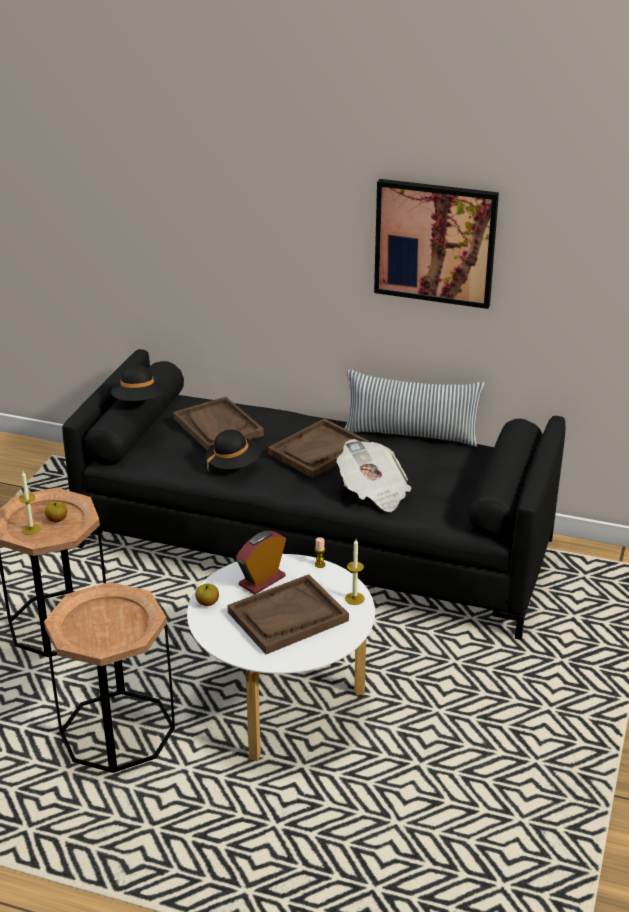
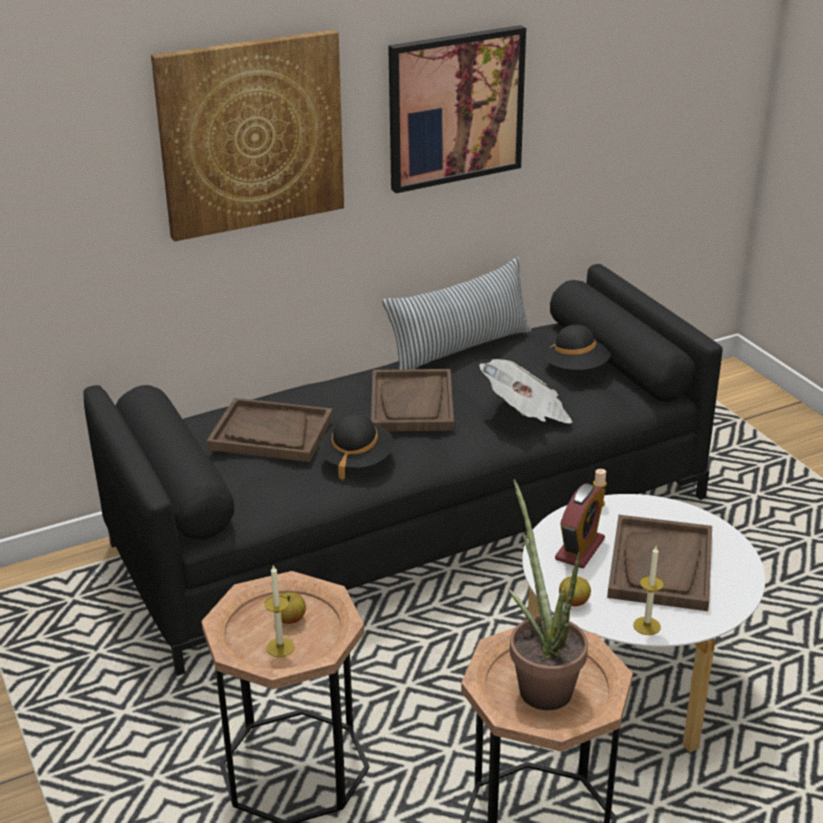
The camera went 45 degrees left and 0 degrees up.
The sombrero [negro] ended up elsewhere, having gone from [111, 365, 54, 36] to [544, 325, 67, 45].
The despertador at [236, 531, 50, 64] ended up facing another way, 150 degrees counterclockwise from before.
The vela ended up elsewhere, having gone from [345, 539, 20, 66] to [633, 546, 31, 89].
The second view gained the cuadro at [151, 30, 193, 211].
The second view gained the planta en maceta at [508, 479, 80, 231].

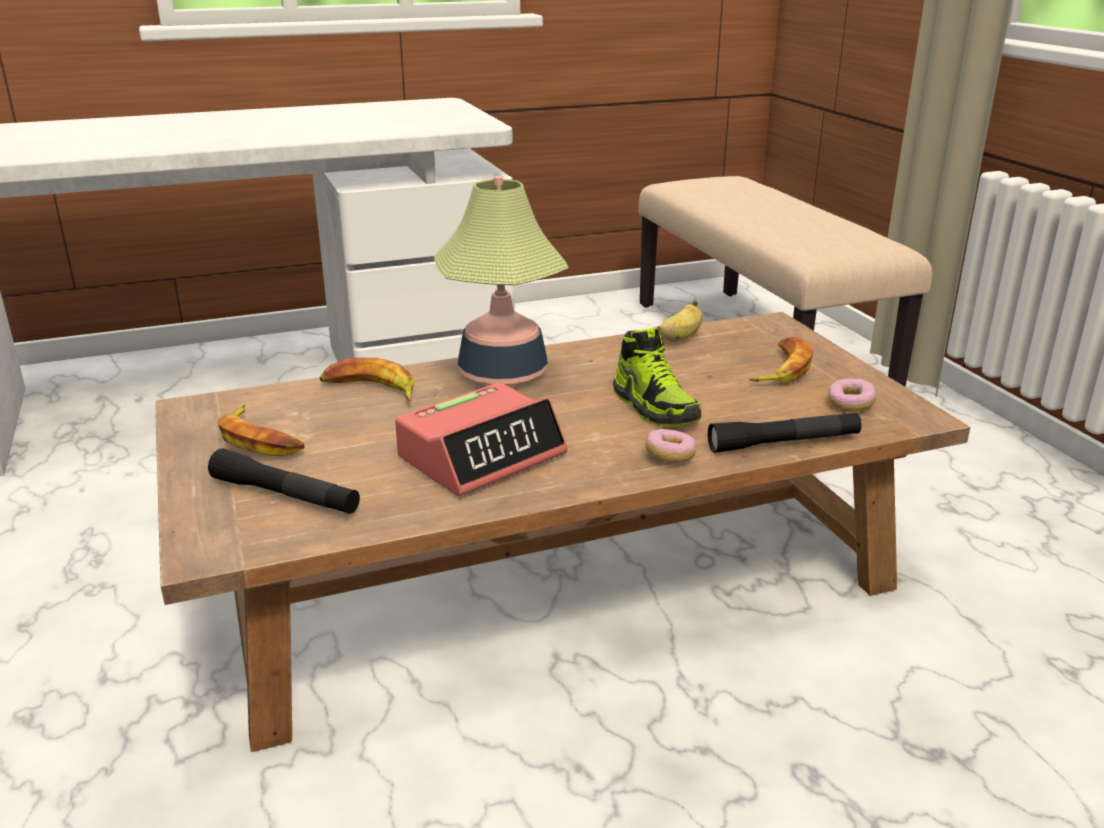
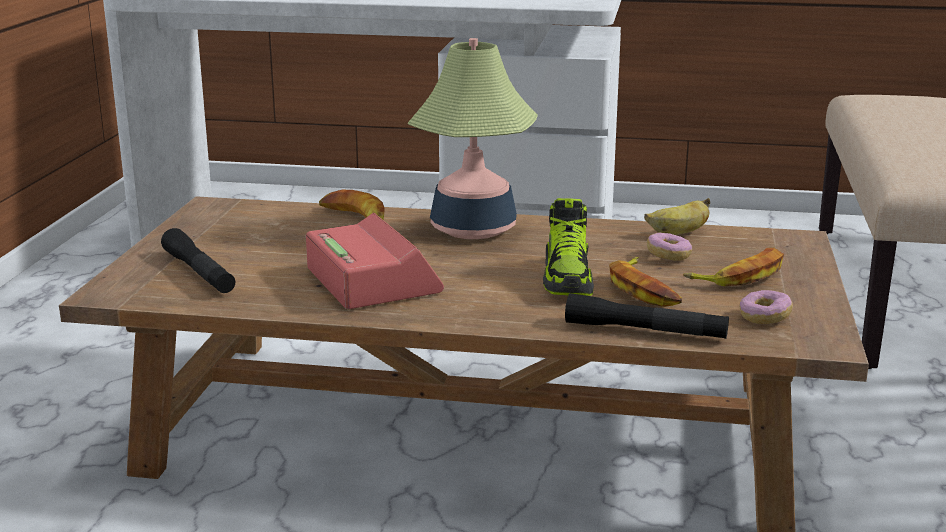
The camera went 30 degrees right and 5 degrees down.
The despertador at [395, 382, 173, 114] ended up facing another way, 105 degrees counterclockwise from before.
The plátano ended up elsewhere, having gone from [217, 405, 87, 51] to [609, 257, 73, 50].
The rosquilla ended up elsewhere, having gone from [645, 429, 52, 33] to [647, 233, 45, 28].

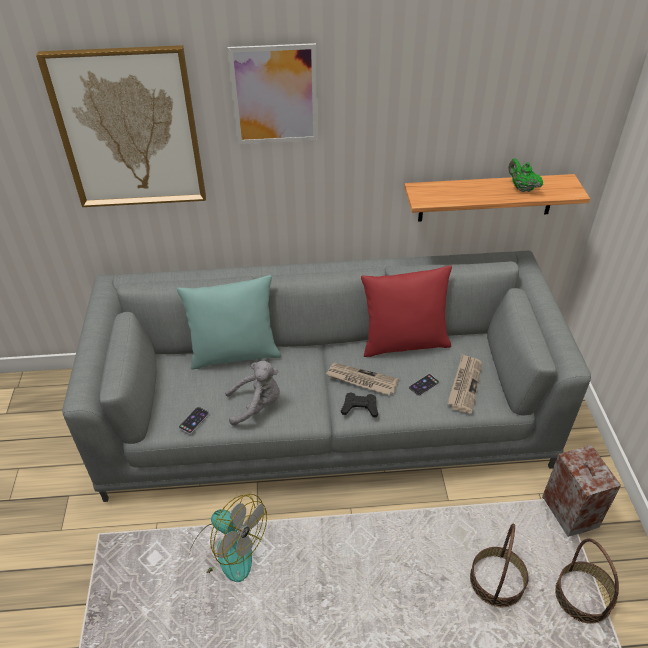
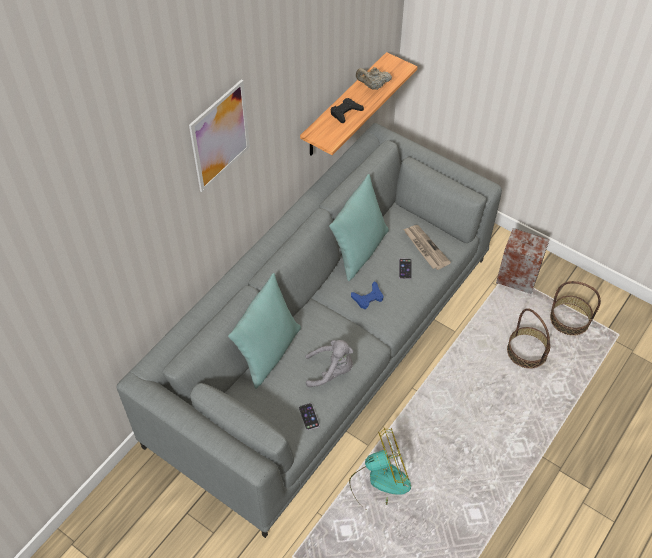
The camera went 50 degrees left and 10 degrees up.
The second view lost the cuadro at [36, 45, 170, 162].
What was the tetera [verde] at [508, 158, 35, 34] turned into the tetera [beis] at [356, 67, 36, 23].
What was the cojín [rojo] at [361, 265, 91, 92] turned into the cojín [turquesa] at [329, 174, 60, 107].
The peluche [gris] at [225, 361, 55, 65] ended up facing another way, 60 degrees clockwise from before.
Where the periódico stood at [326, 363, 73, 32], the mando de consola [azul] came to stand at [351, 281, 33, 28].
The mando de consola [negro] ended up elsewhere, having gone from [341, 392, 37, 26] to [331, 98, 33, 25].

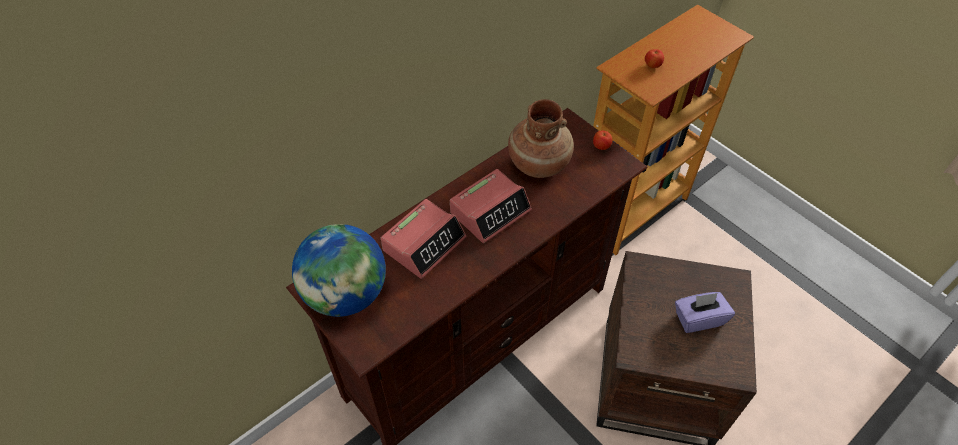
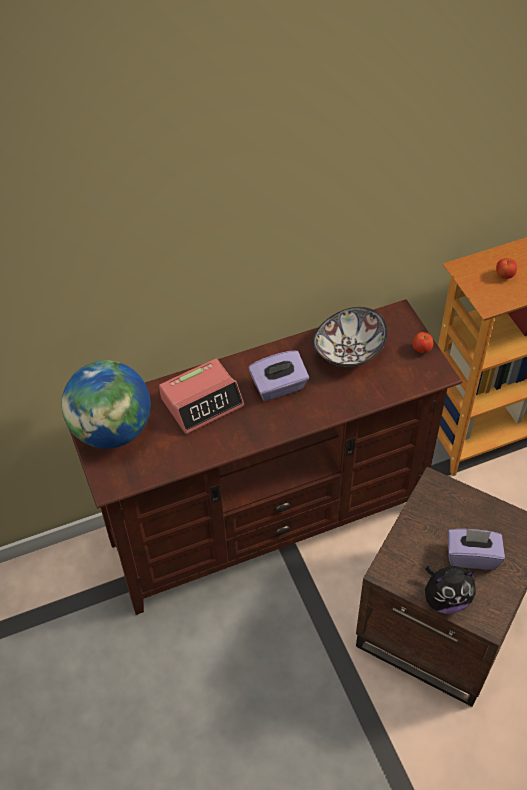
The camera went 20 degrees right and 0 degrees up.
Where the florero [marrón] stood at [508, 99, 66, 79], the cuenco came to stand at [313, 307, 75, 60].
Where the despertador stood at [450, 169, 82, 74], the caja de pañuelos [morado] came to stand at [248, 350, 61, 51].
The second view gained the peluche at [425, 566, 50, 48].

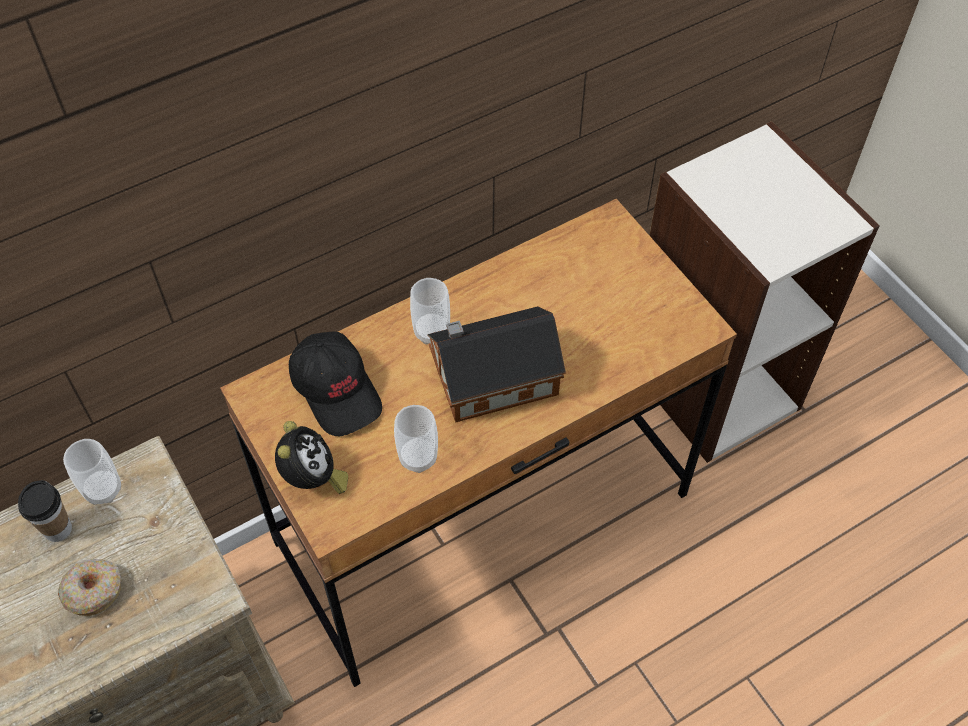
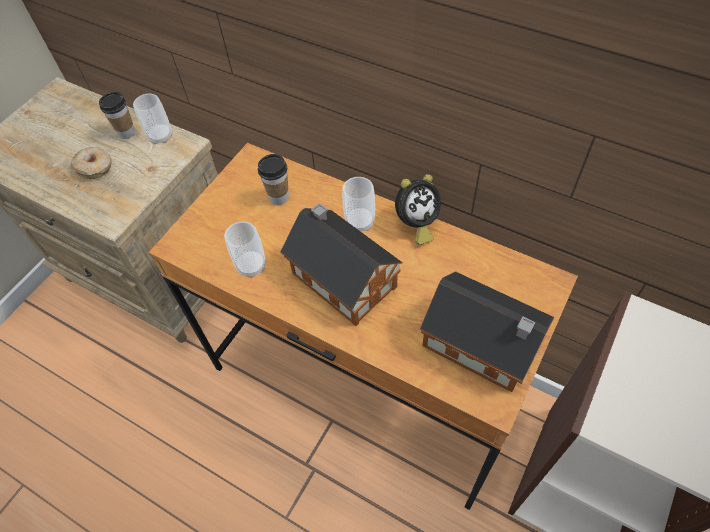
The camera went 65 degrees right and 0 degrees up.
Where the gorra [negro] stood at [289, 332, 93, 104], the taza came to stand at [258, 154, 31, 51].
The despertador ended up elsewhere, having gone from [275, 421, 73, 73] to [395, 174, 46, 71].
The second view gained the casita at [420, 271, 134, 121].

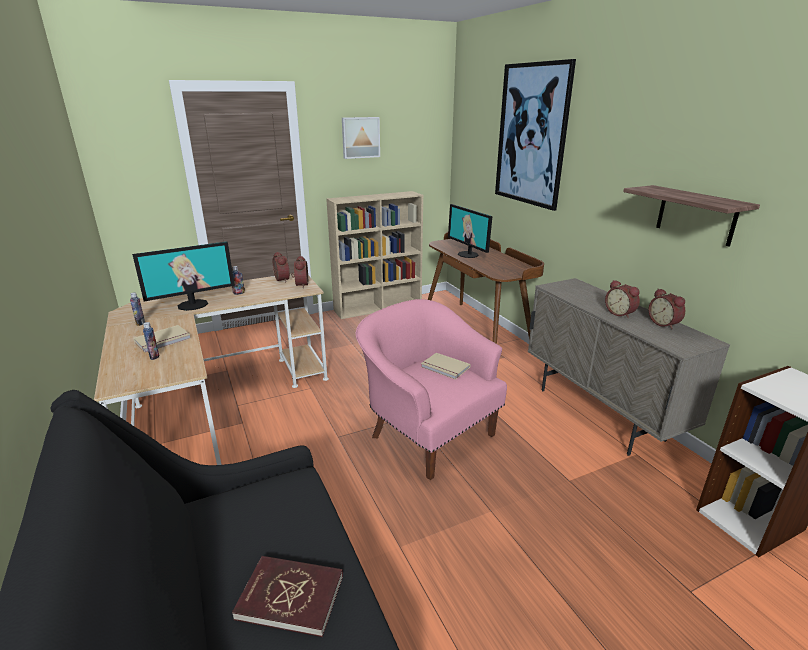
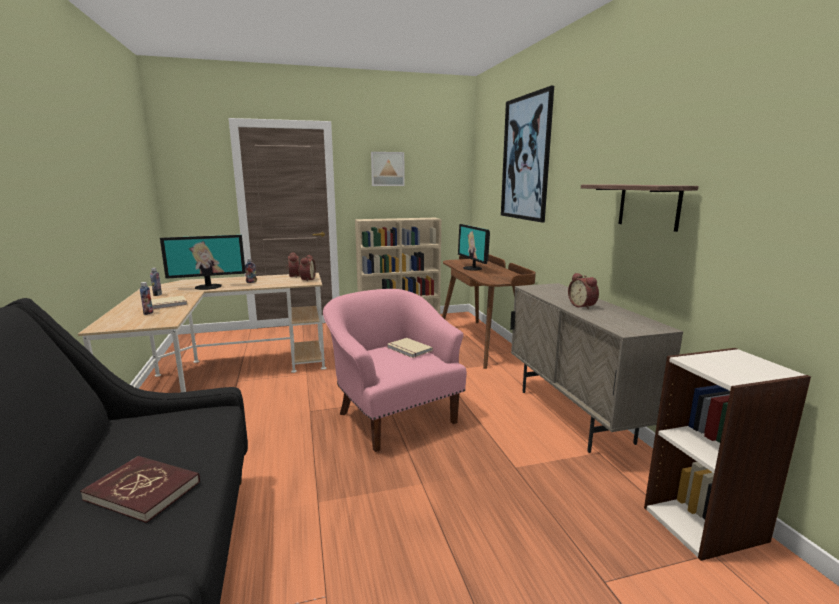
The camera went 10 degrees right and 10 degrees down.
The second view lost the despertador at [649, 288, 36, 41].

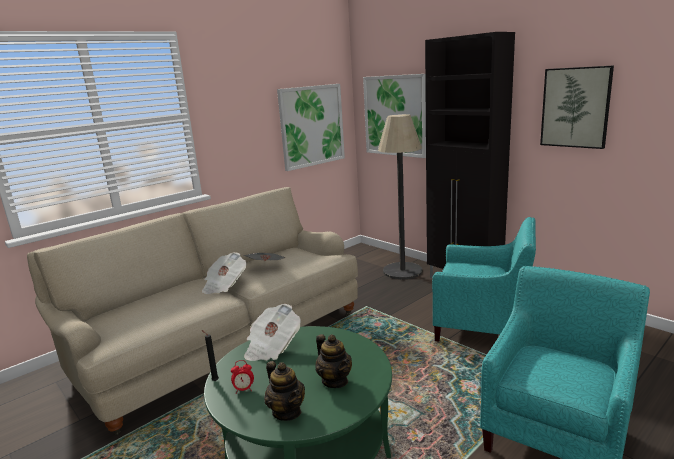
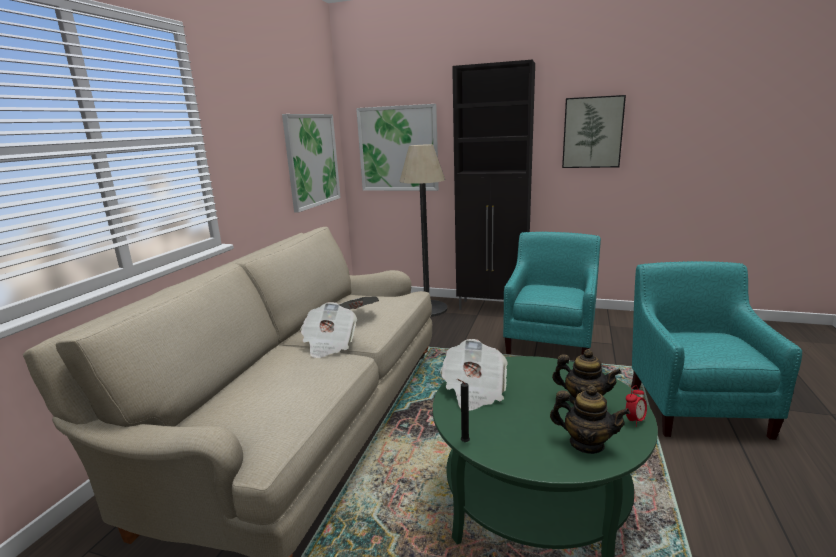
The camera went 30 degrees left and 0 degrees up.
The sillón [turquesa] at [432, 217, 104, 125] ended up facing another way, 60 degrees counterclockwise from before.
The despertador ended up elsewhere, having gone from [231, 360, 23, 34] to [626, 385, 21, 42].

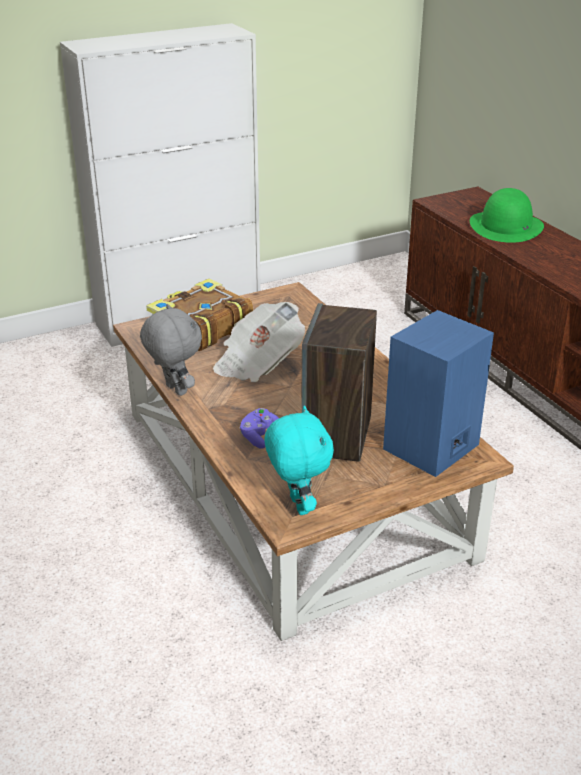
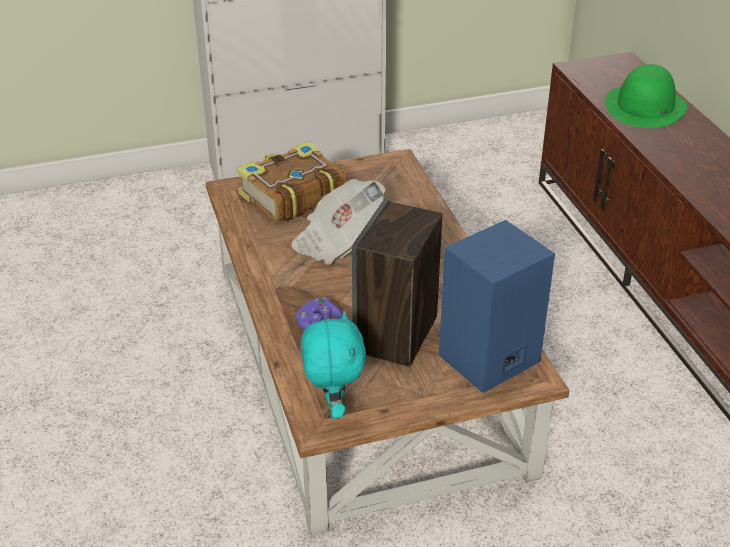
The camera went 10 degrees right and 5 degrees up.
The second view lost the peluche [gris] at [140, 304, 62, 92].

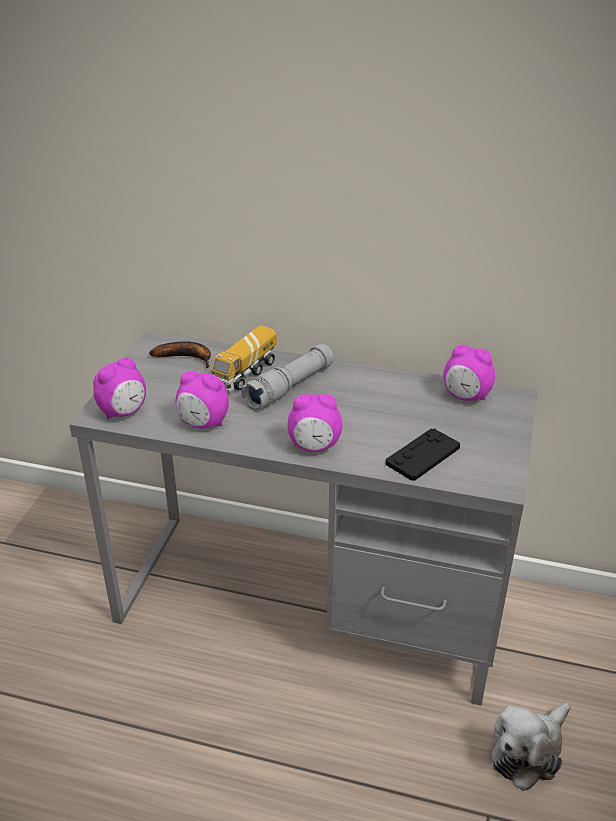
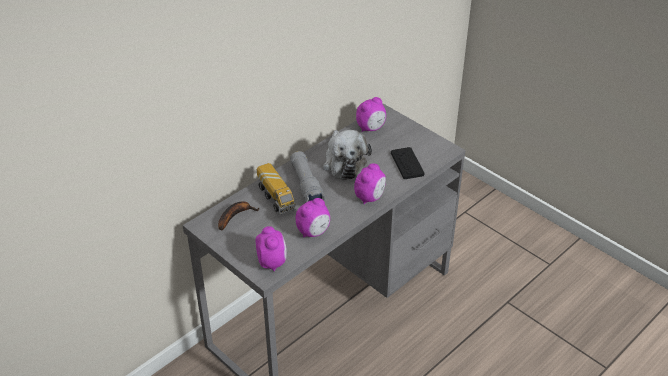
The camera went 60 degrees left and 5 degrees up.
The peluche ended up elsewhere, having gone from [492, 703, 79, 88] to [323, 130, 49, 50].

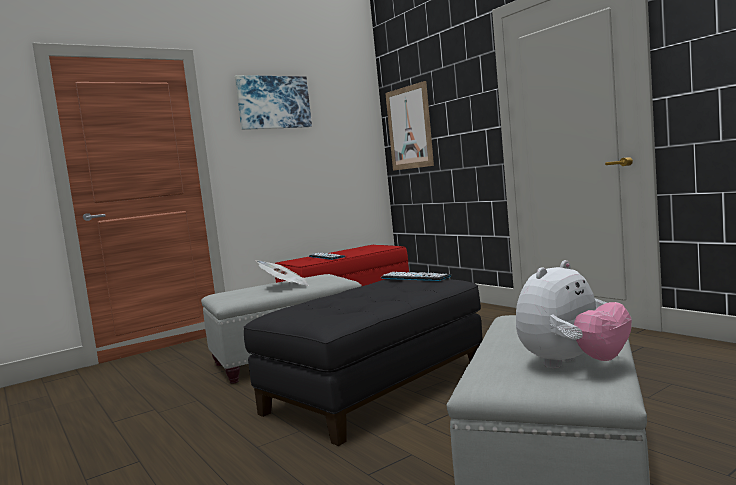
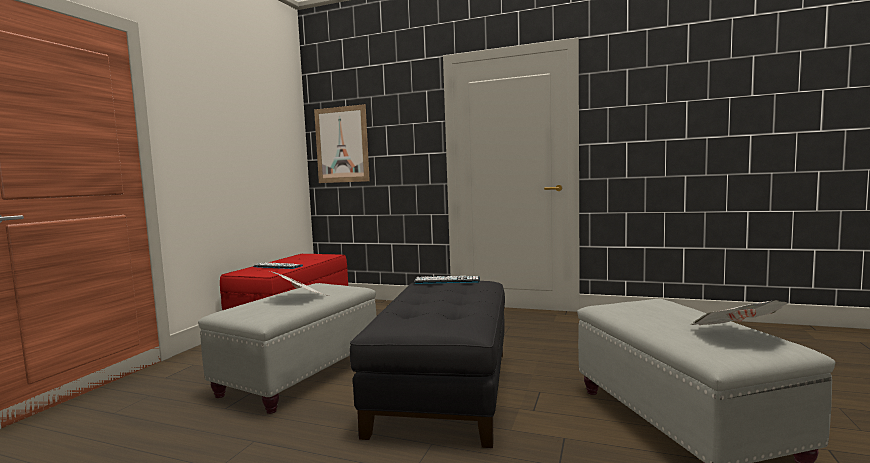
The camera went 35 degrees left and 0 degrees up.
The second view lost the cuadro at [235, 75, 77, 55].
Where the peluche stood at [516, 260, 116, 108], the periódico came to stand at [690, 300, 98, 25].

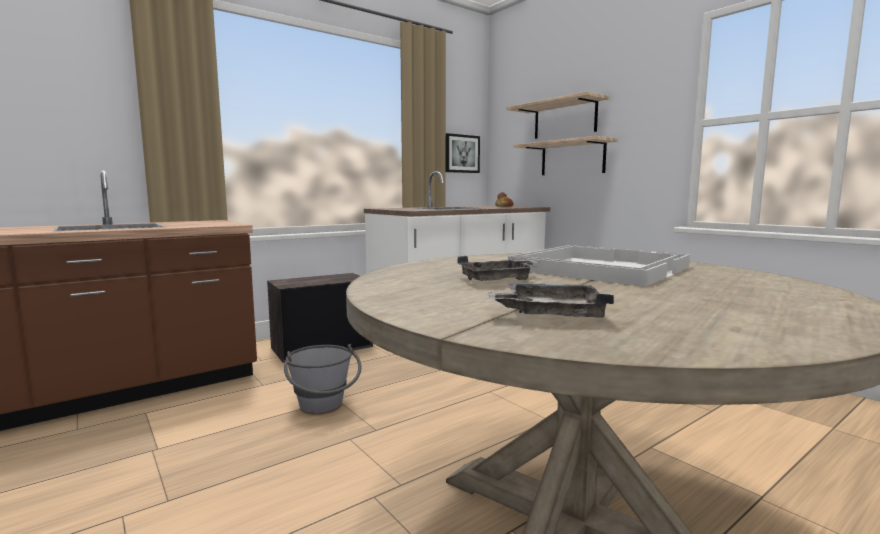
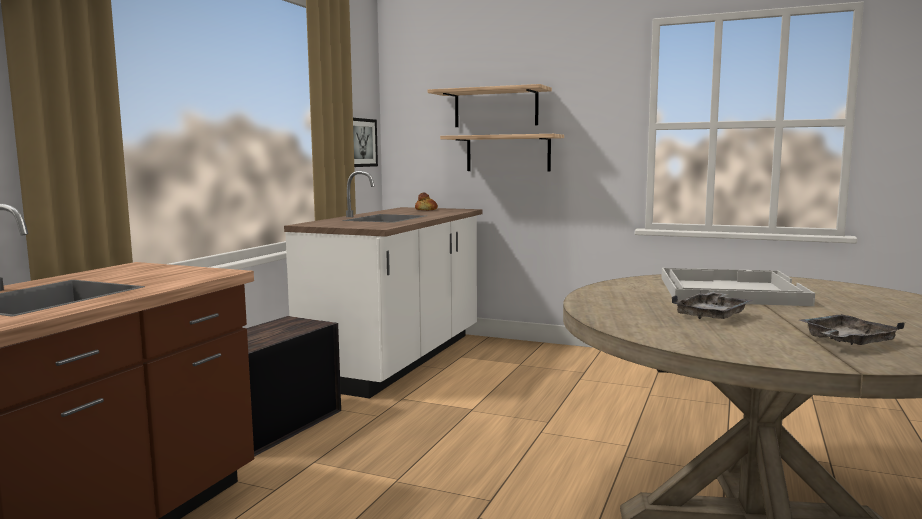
The camera went 30 degrees left and 0 degrees up.
The second view lost the cubo [gris] at [284, 344, 77, 71].

